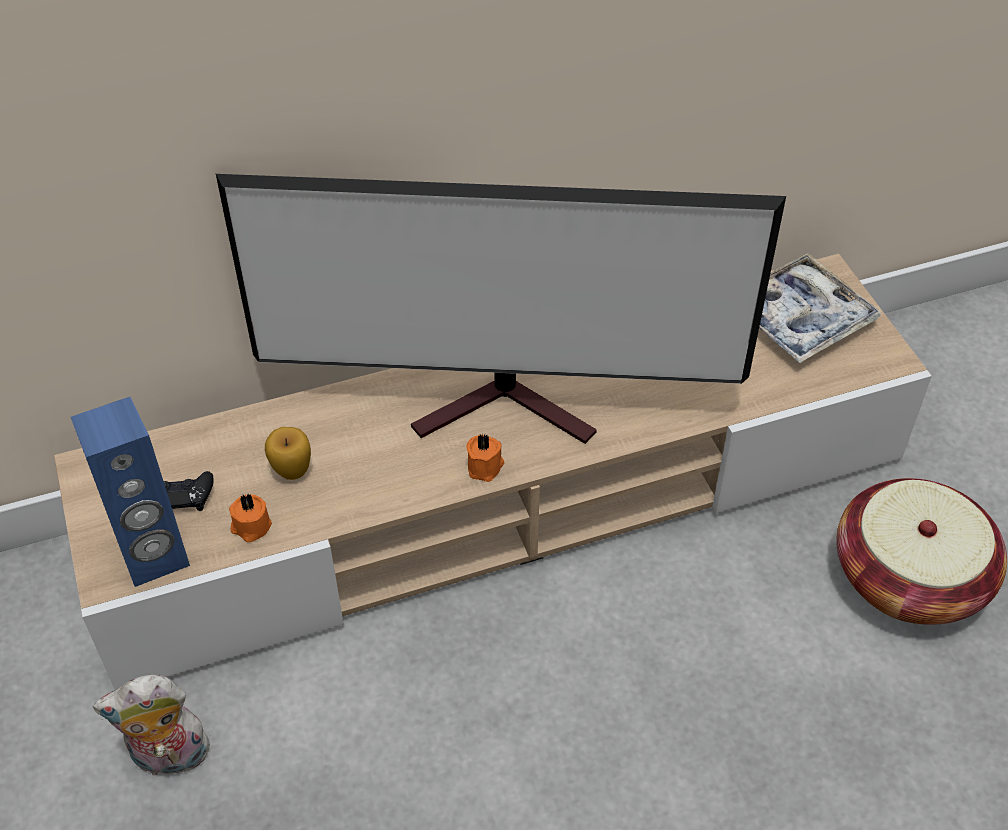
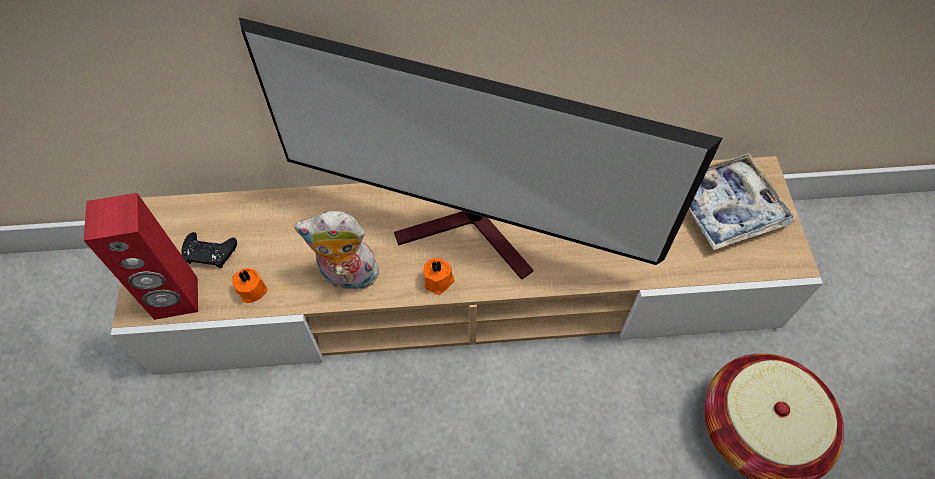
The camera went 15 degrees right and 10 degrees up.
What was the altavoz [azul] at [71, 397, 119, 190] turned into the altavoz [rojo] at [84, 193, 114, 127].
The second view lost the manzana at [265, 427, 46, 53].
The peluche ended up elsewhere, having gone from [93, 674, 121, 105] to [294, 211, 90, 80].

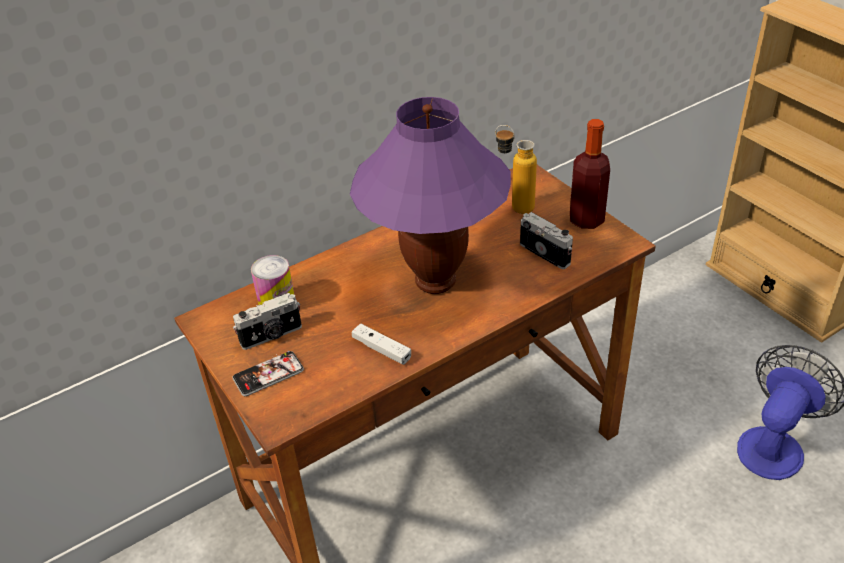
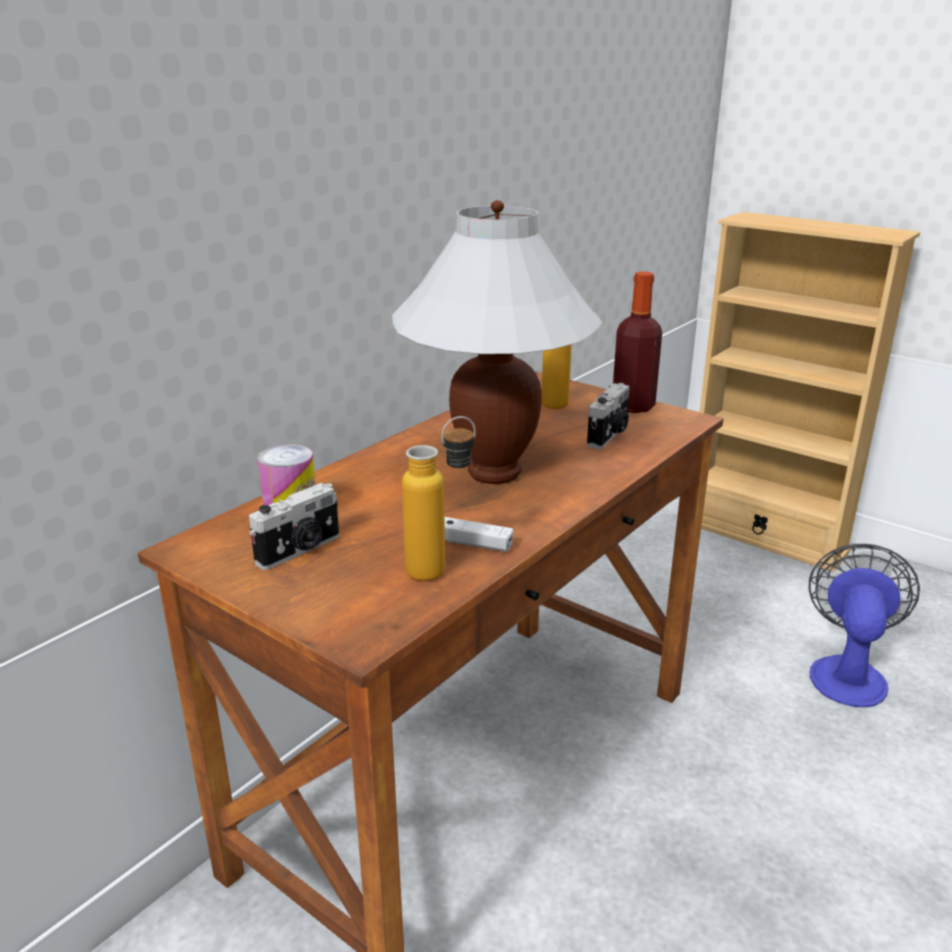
The camera went 20 degrees left and 15 degrees down.
What was the lámpara de mesa [morado] at [350, 97, 161, 197] turned into the lámpara de mesa [blanco] at [392, 200, 211, 284].
The cámara at [520, 212, 53, 57] ended up facing another way, 90 degrees clockwise from before.
The second view lost the móvil at [233, 351, 71, 45].
The second view gained the botella at [402, 416, 74, 165].

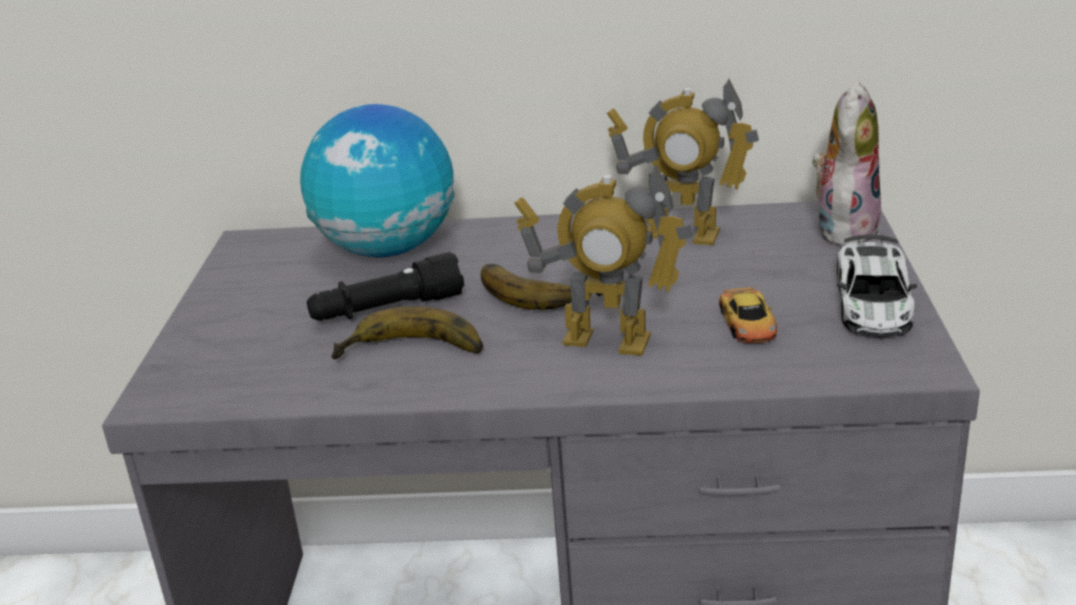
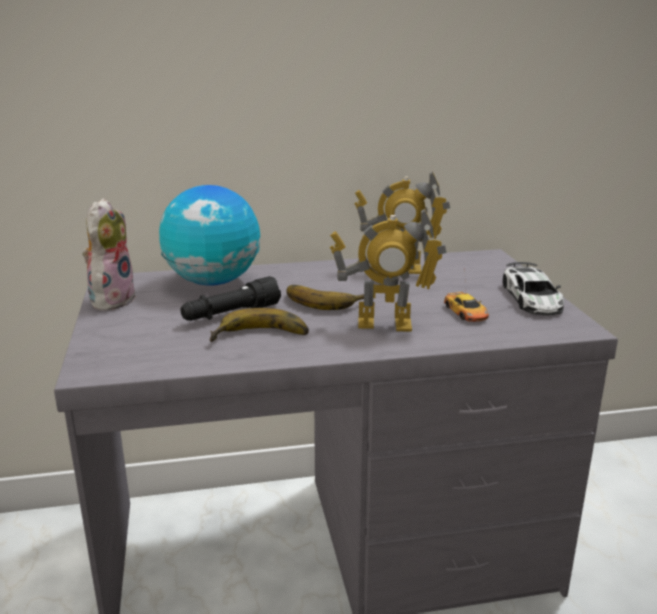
The camera went 15 degrees left and 5 degrees down.
The peluche ended up elsewhere, having gone from [812, 81, 69, 166] to [82, 198, 55, 113].

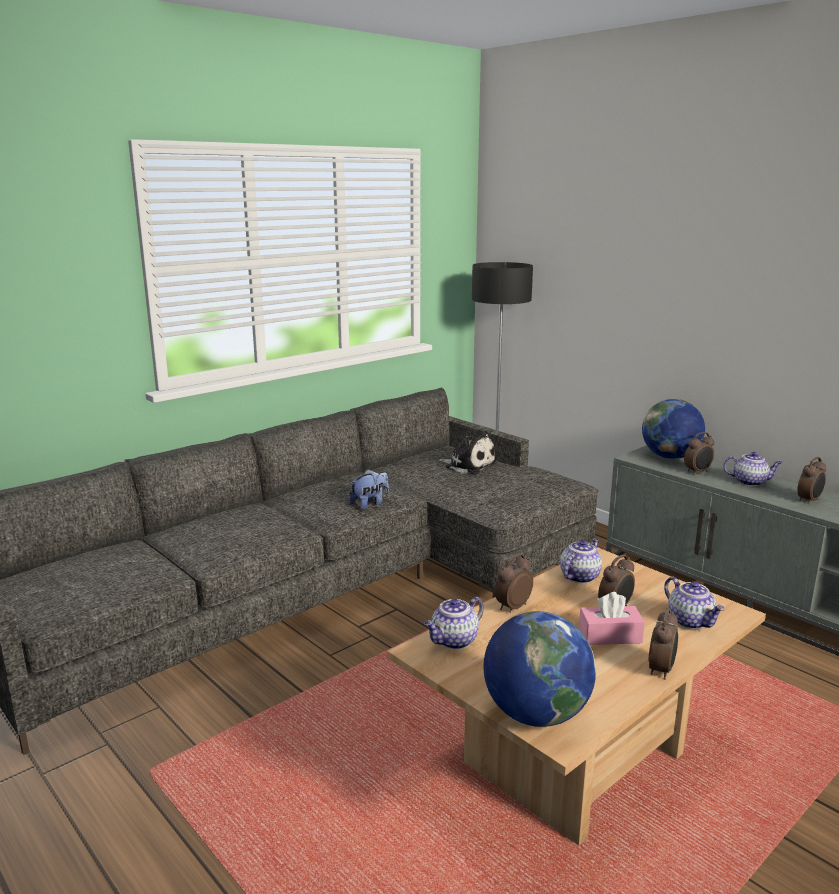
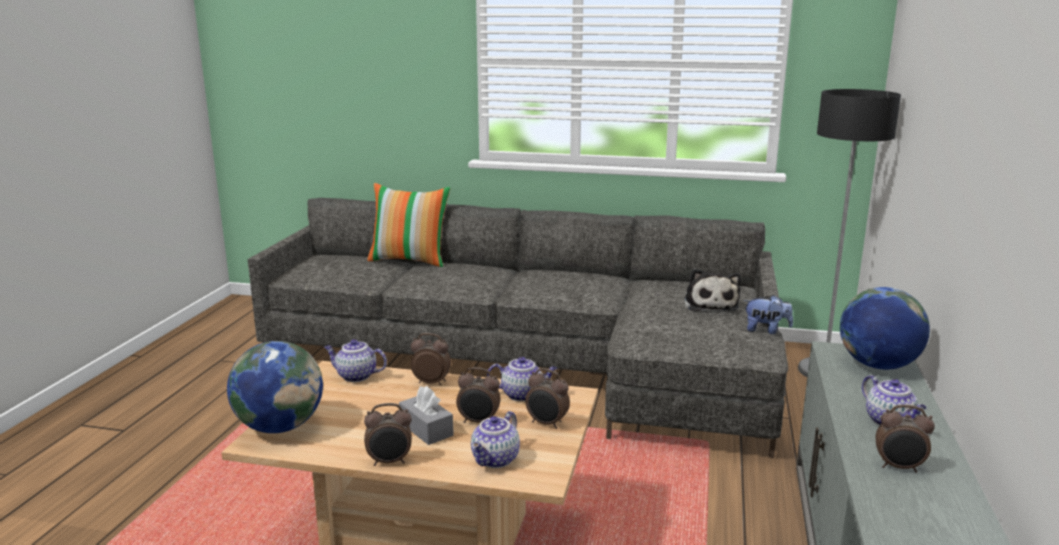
The camera went 55 degrees right and 0 degrees up.
The despertador ended up elsewhere, having gone from [684, 432, 30, 43] to [525, 368, 45, 61].
The peluche ended up elsewhere, having gone from [350, 469, 39, 41] to [744, 295, 49, 39].
What was the caja de pañuelos [rosa] at [579, 592, 66, 53] turned into the caja de pañuelos [gris] at [399, 386, 55, 59].
The second view gained the cojín at [367, 183, 83, 84].

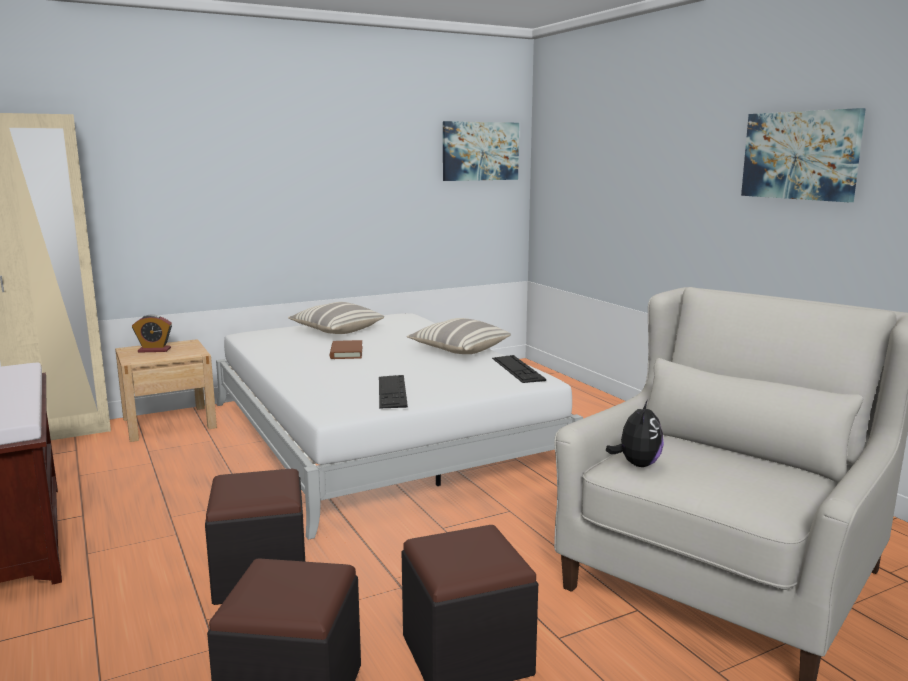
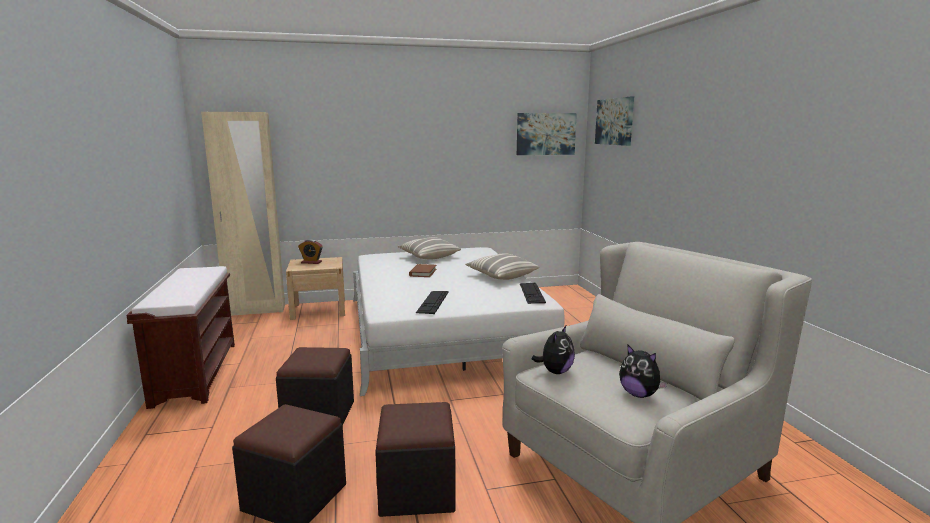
The camera went 15 degrees right and 0 degrees up.
The cuadro ended up elsewhere, having gone from [741, 108, 125, 94] to [595, 97, 39, 49].
The second view gained the peluche at [619, 345, 49, 53].

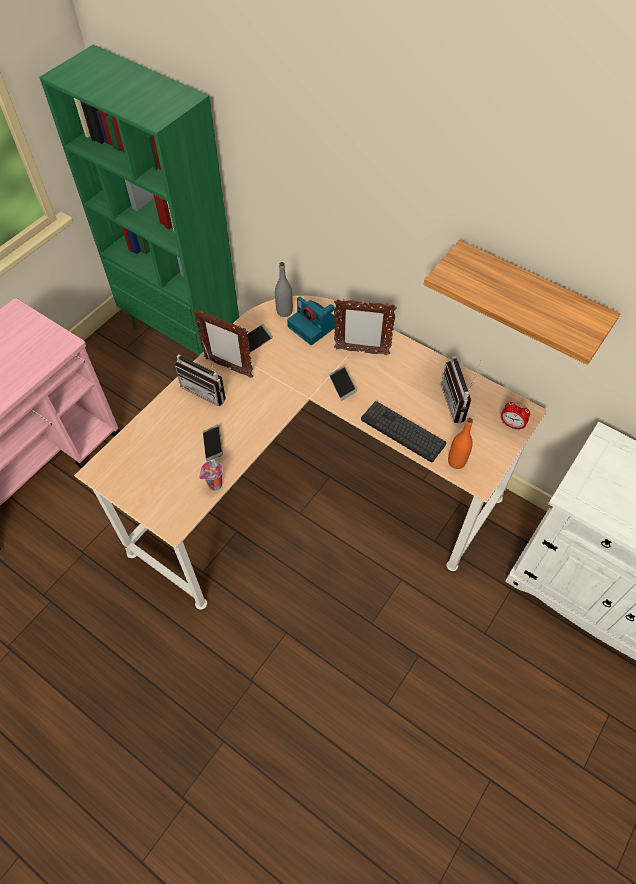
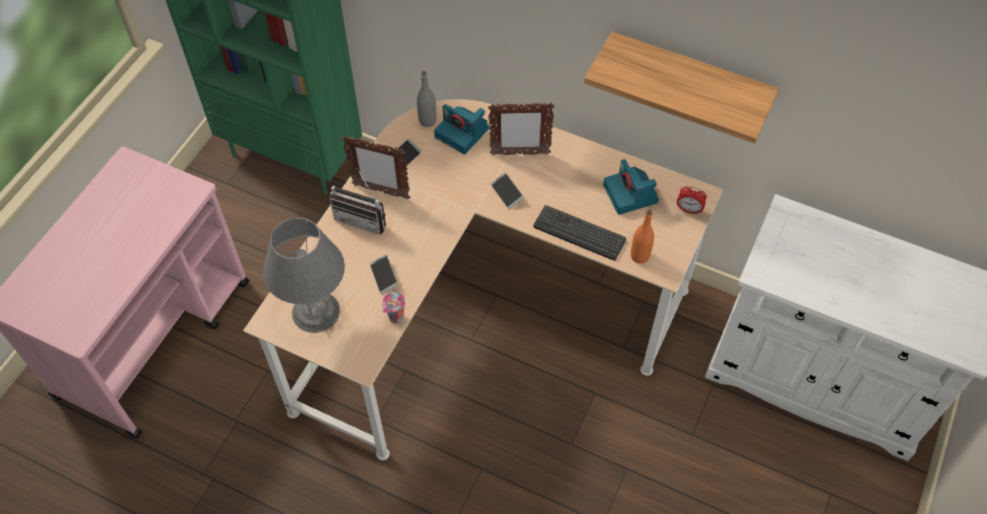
The camera went 10 degrees left and 0 degrees up.
Where the radio stood at [441, 356, 40, 67], the cámara came to stand at [603, 159, 56, 56].
The second view gained the lámpara de mesa [gris] at [263, 218, 82, 115].

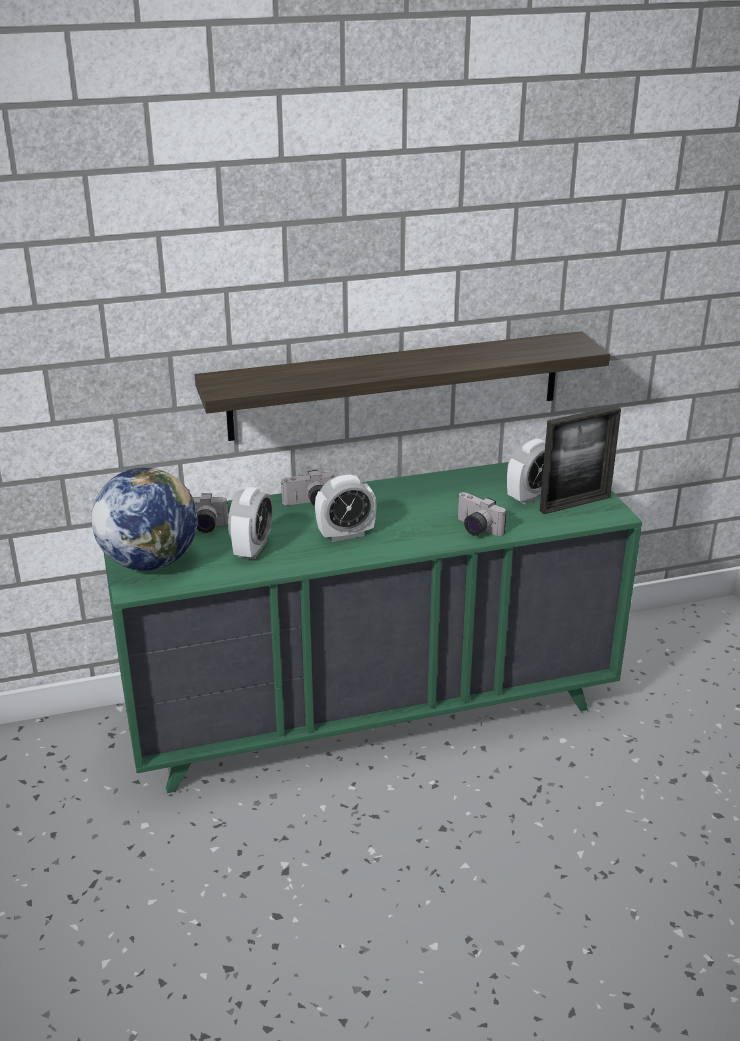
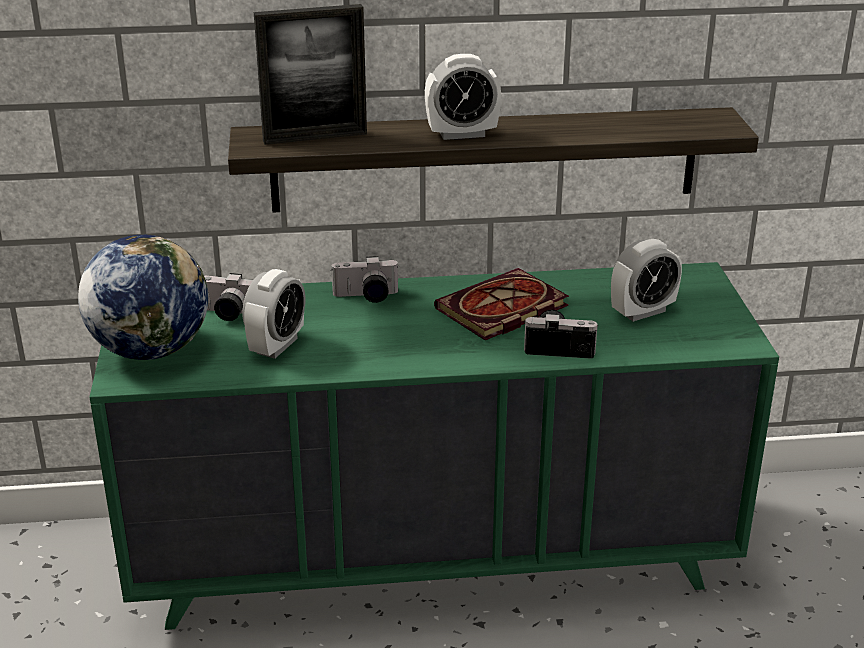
The camera went 10 degrees right and 0 degrees up.
The portarretratos ended up elsewhere, having gone from [540, 406, 81, 108] to [254, 4, 113, 141].
The despertador ended up elsewhere, having gone from [315, 475, 62, 67] to [425, 54, 76, 86].
The cámara at [458, 492, 48, 44] ended up facing another way, 135 degrees clockwise from before.
The second view gained the libro at [434, 268, 135, 72].

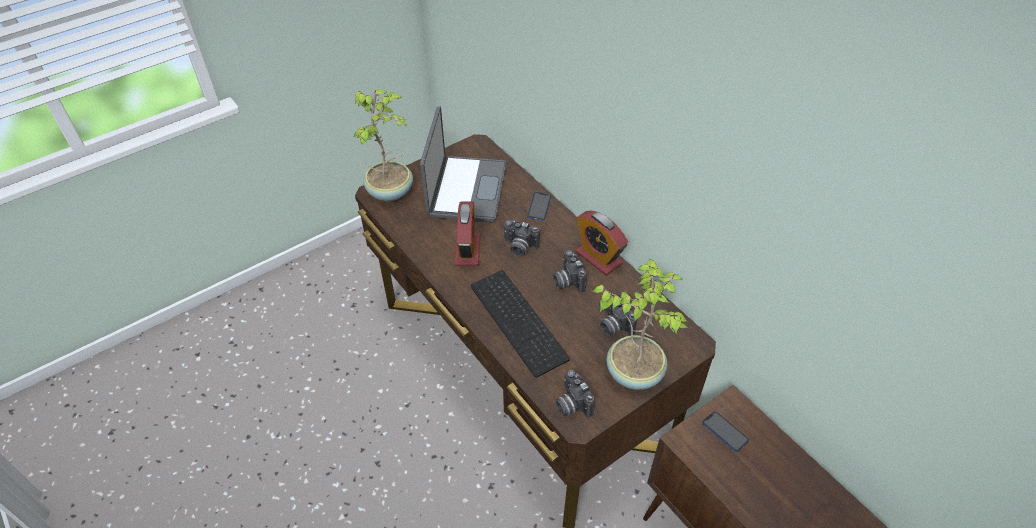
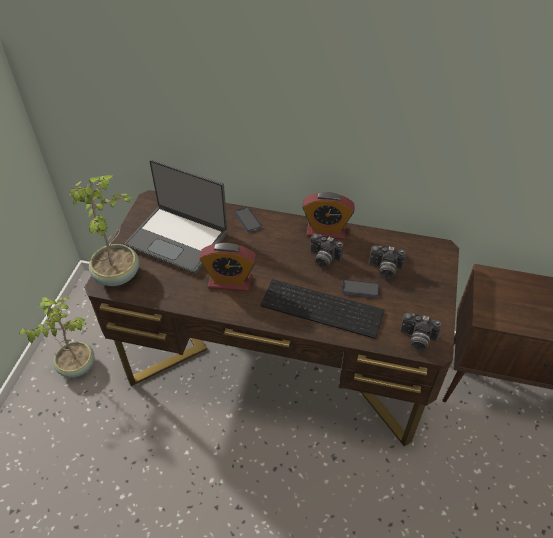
The camera went 40 degrees left and 0 degrees up.
The portátil at [420, 106, 86, 117] ended up facing another way, 150 degrees clockwise from before.
The despertador at [454, 201, 26, 65] ended up facing another way, 135 degrees clockwise from before.
The second view lost the cámara at [504, 220, 36, 37].
The planta en maceta ended up elsewhere, having gone from [592, 258, 96, 132] to [19, 296, 75, 82].
The móvil ended up elsewhere, having gone from [702, 411, 47, 41] to [342, 279, 38, 18].

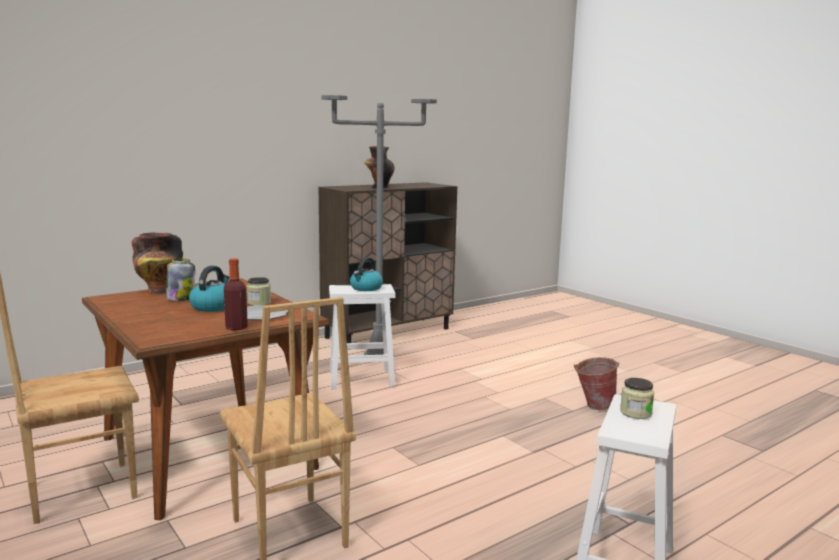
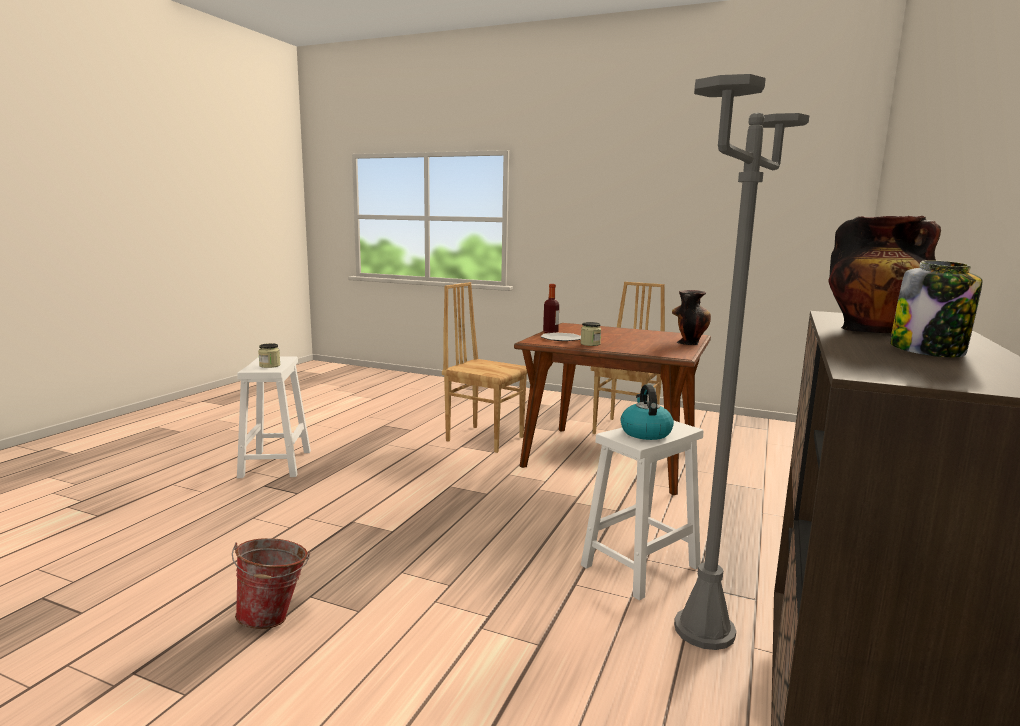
The camera went 150 degrees right and 0 degrees up.
The tarro ended up elsewhere, having gone from [166, 258, 29, 43] to [890, 260, 93, 97].
The second view lost the hervidor at [189, 266, 40, 46].

